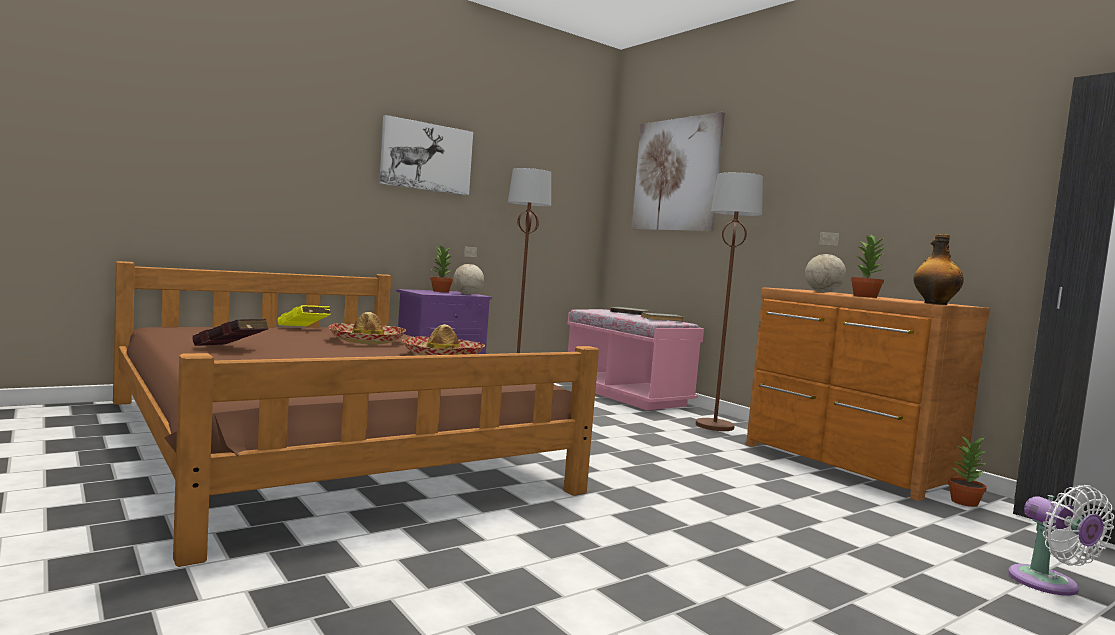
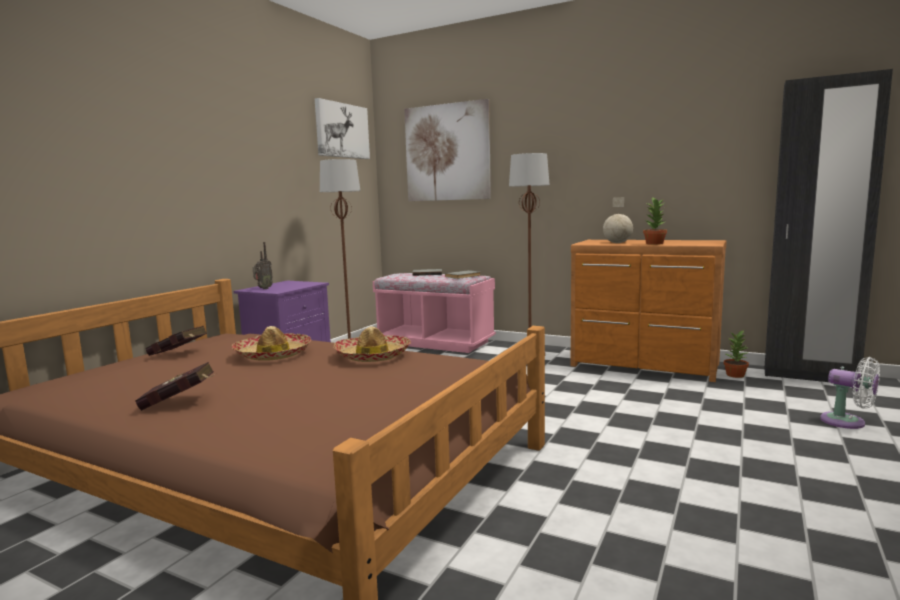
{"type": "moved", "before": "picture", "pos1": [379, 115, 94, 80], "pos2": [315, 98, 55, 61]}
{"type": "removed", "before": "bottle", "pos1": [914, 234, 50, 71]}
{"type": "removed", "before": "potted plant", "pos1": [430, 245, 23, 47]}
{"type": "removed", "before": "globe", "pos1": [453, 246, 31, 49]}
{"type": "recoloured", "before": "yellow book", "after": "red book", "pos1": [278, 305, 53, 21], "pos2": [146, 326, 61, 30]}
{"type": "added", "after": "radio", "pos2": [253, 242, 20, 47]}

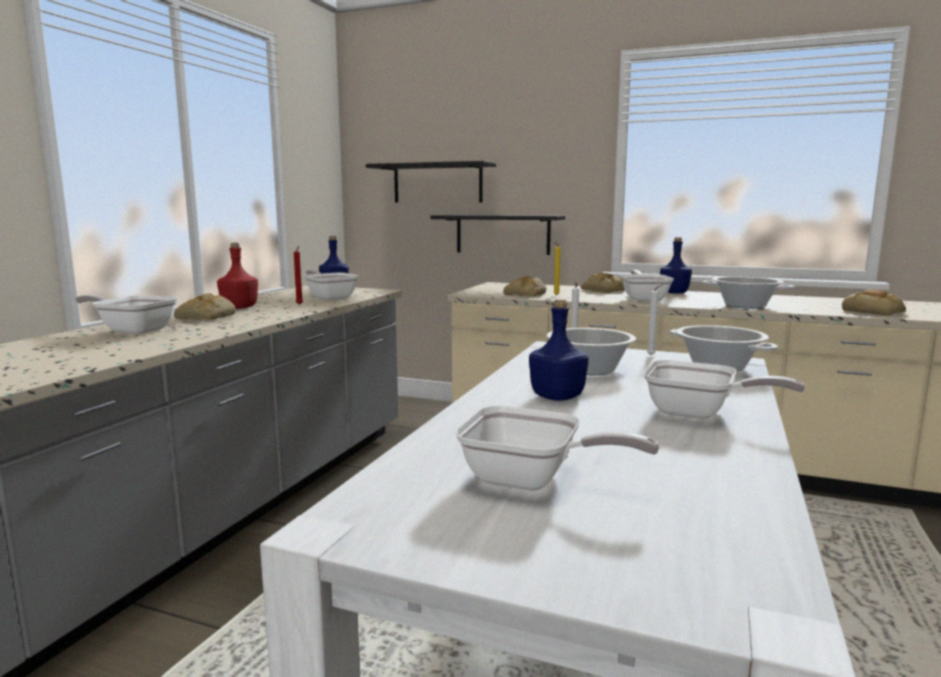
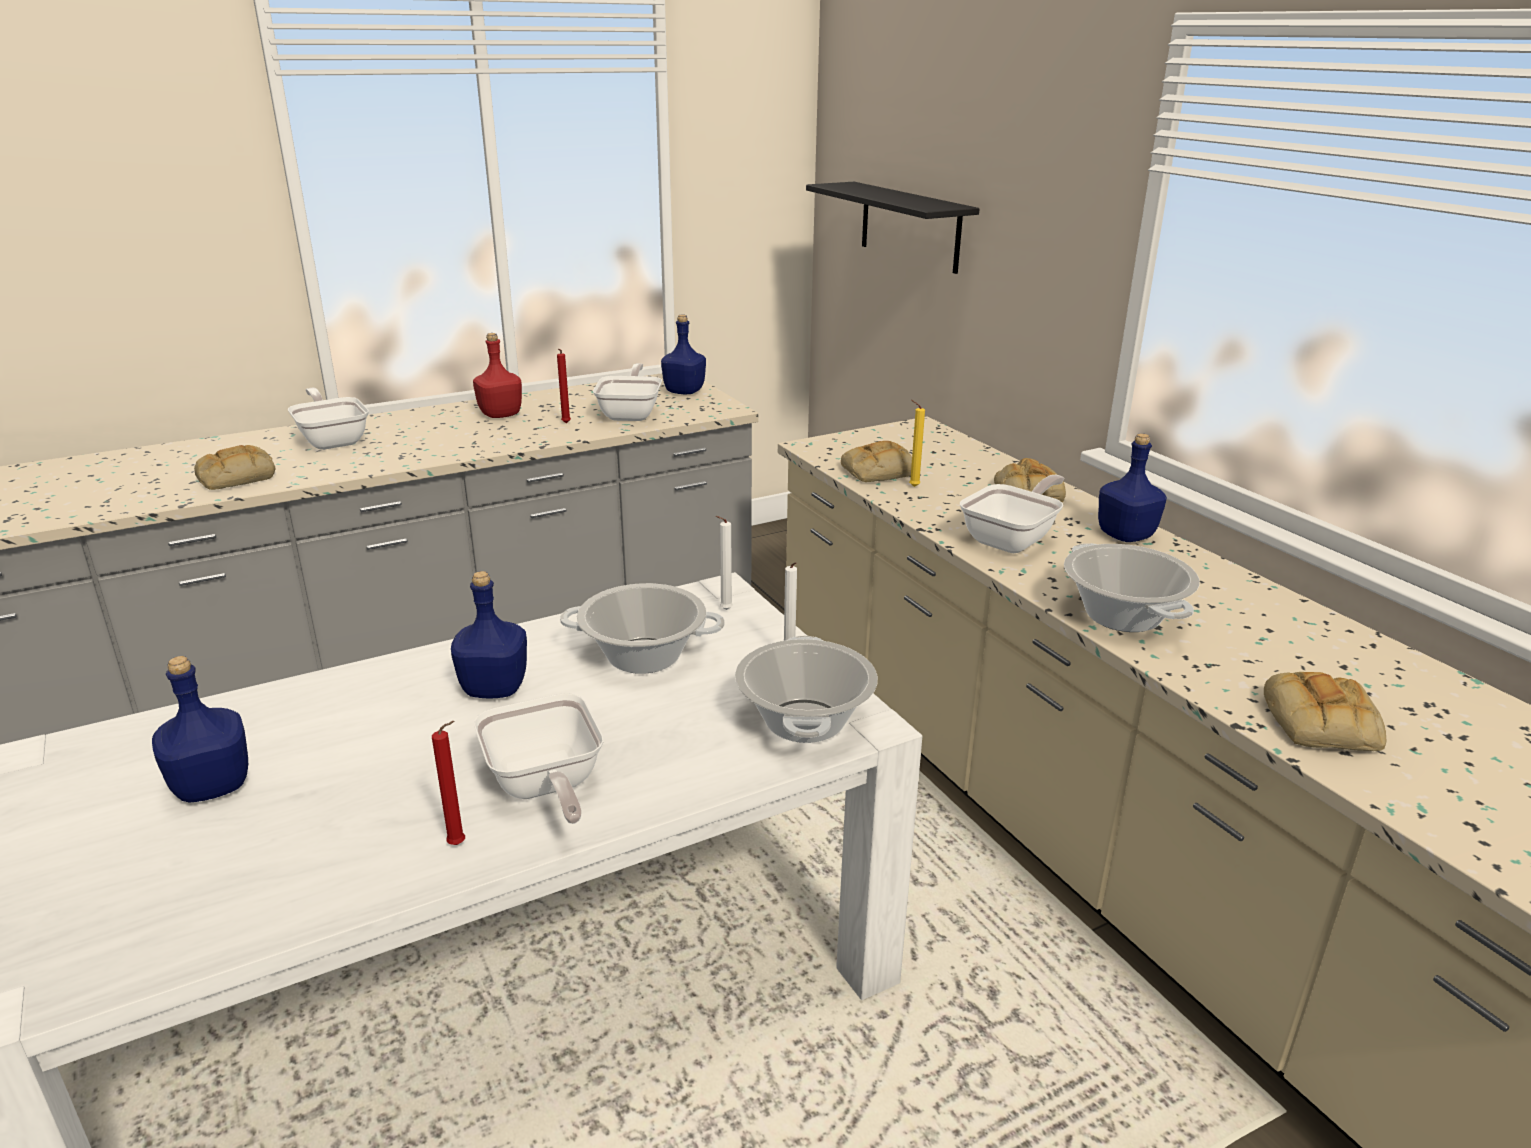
{"type": "removed", "before": "black shelf", "pos1": [431, 215, 134, 40]}
{"type": "moved", "before": "bread", "pos1": [174, 293, 62, 27], "pos2": [194, 445, 81, 45]}
{"type": "replaced", "before": "frying pan", "after": "blue bottle", "pos1": [455, 406, 205, 85], "pos2": [152, 656, 96, 146]}
{"type": "added", "after": "red candle", "pos2": [432, 721, 33, 124]}

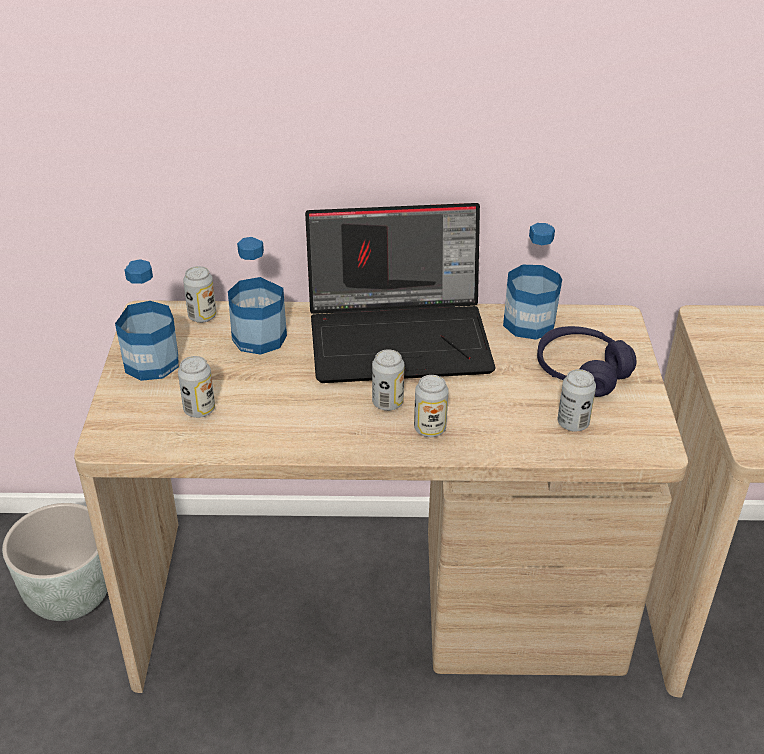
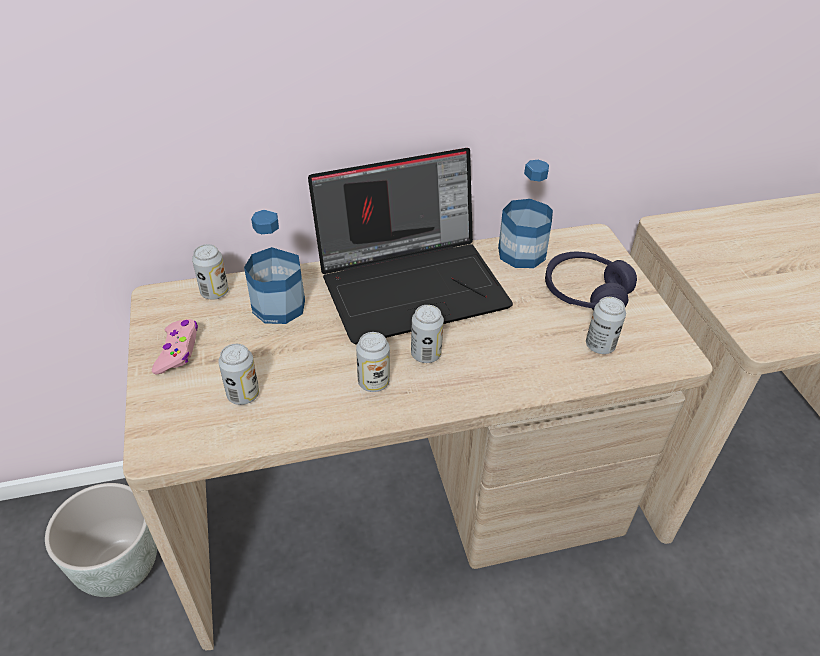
{"type": "replaced", "before": "bottle", "after": "pink game controller", "pos1": [115, 259, 64, 122], "pos2": [152, 319, 46, 55]}
{"type": "moved", "before": "can", "pos1": [414, 375, 35, 62], "pos2": [356, 332, 34, 60]}

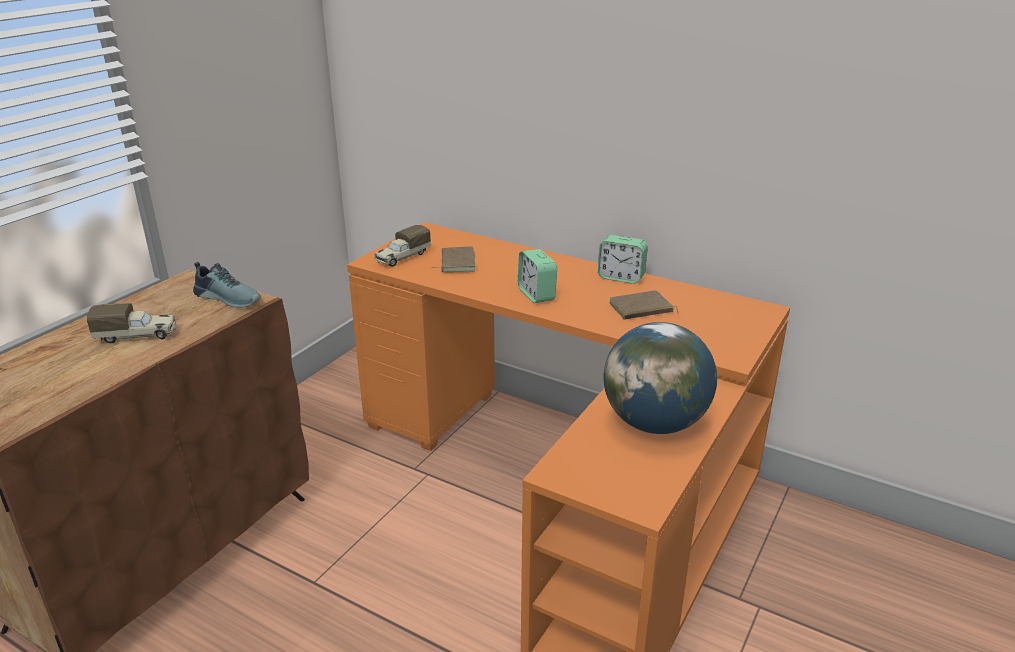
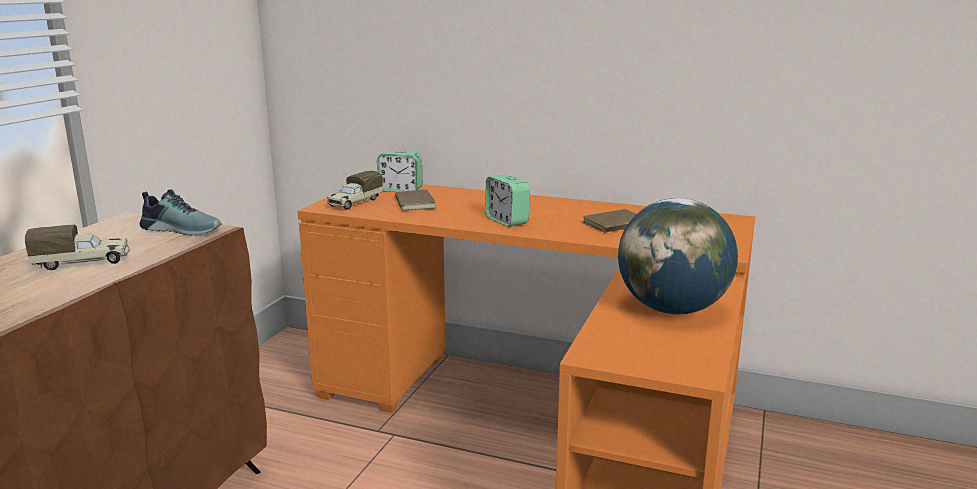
{"type": "moved", "before": "alarm clock", "pos1": [598, 235, 50, 49], "pos2": [377, 151, 45, 41]}

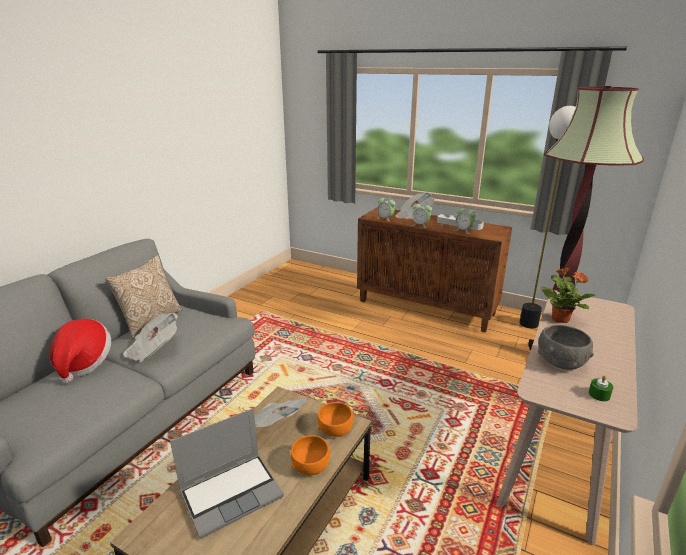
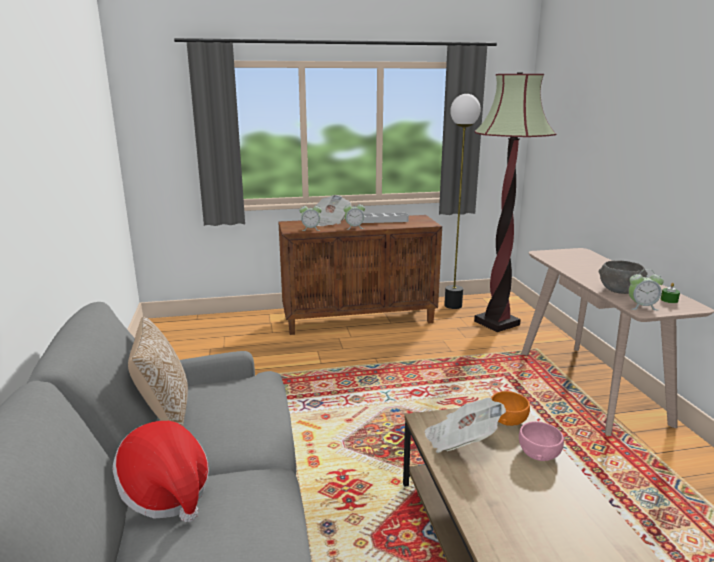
{"type": "moved", "before": "alarm clock", "pos1": [455, 206, 21, 28], "pos2": [629, 269, 35, 41]}
{"type": "removed", "before": "potted plant", "pos1": [541, 267, 54, 56]}
{"type": "removed", "before": "newspaper", "pos1": [123, 313, 55, 49]}
{"type": "removed", "before": "laptop", "pos1": [170, 408, 114, 131]}
{"type": "recoloured", "before": "orange bowl", "after": "pink bowl", "pos1": [291, 435, 39, 40], "pos2": [519, 421, 45, 40]}

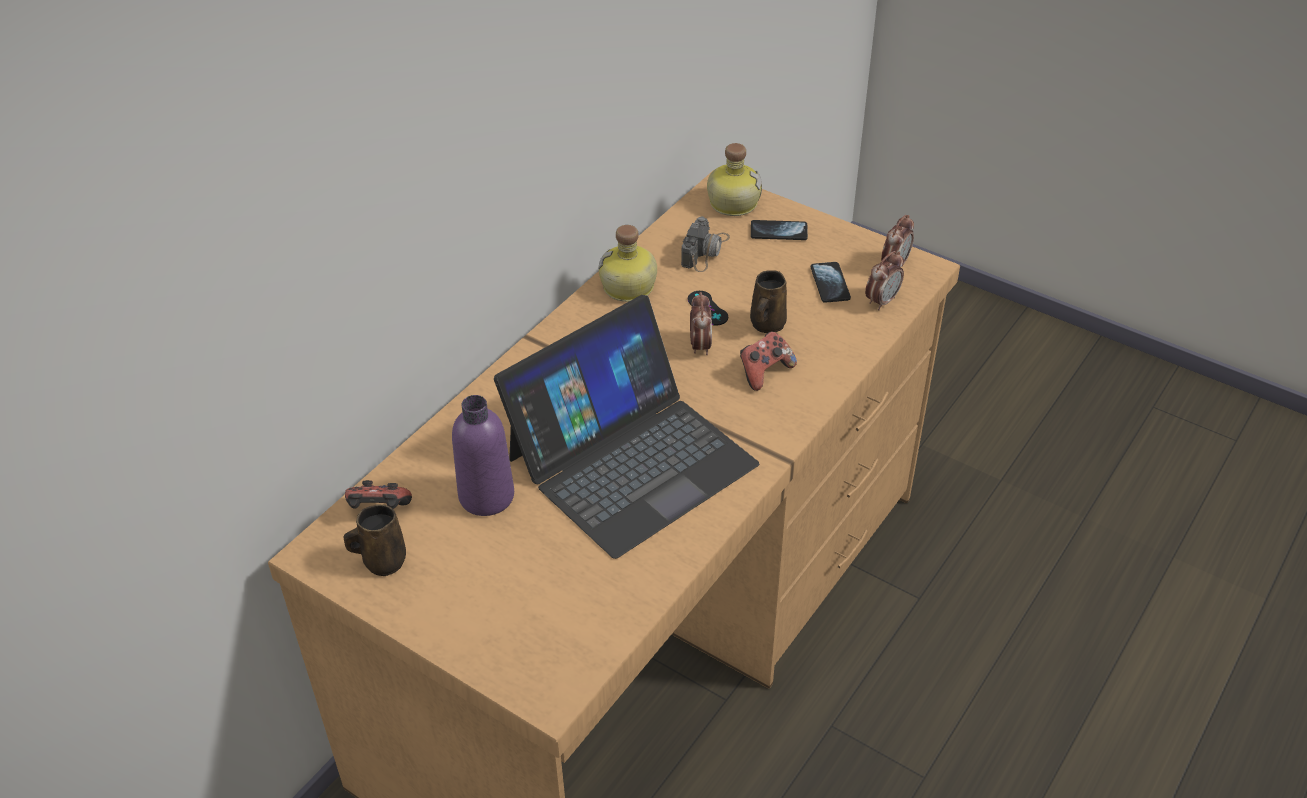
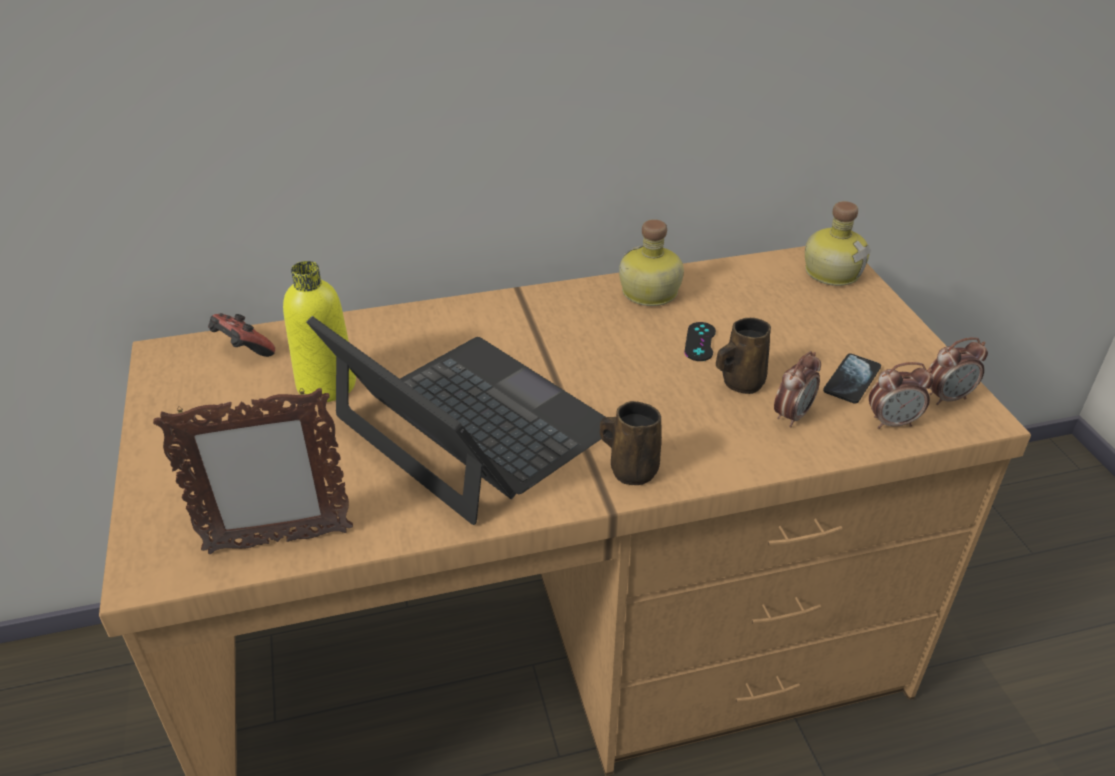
{"type": "removed", "before": "photo camera", "pos1": [681, 217, 49, 55]}
{"type": "removed", "before": "phone", "pos1": [751, 220, 57, 20]}
{"type": "moved", "before": "alarm clock", "pos1": [690, 292, 22, 63], "pos2": [774, 351, 47, 76]}
{"type": "turned", "before": "laptop", "pos1": [494, 295, 265, 264], "pos2": [307, 316, 298, 209], "turn": -135}
{"type": "removed", "before": "game controller", "pos1": [740, 331, 57, 60]}
{"type": "recoloured", "before": "purple bottle", "after": "yellow bottle", "pos1": [452, 395, 62, 121], "pos2": [283, 261, 73, 141]}
{"type": "moved", "before": "brown mug", "pos1": [344, 504, 62, 72], "pos2": [600, 401, 62, 84]}
{"type": "added", "after": "picture frame", "pos2": [153, 388, 200, 166]}

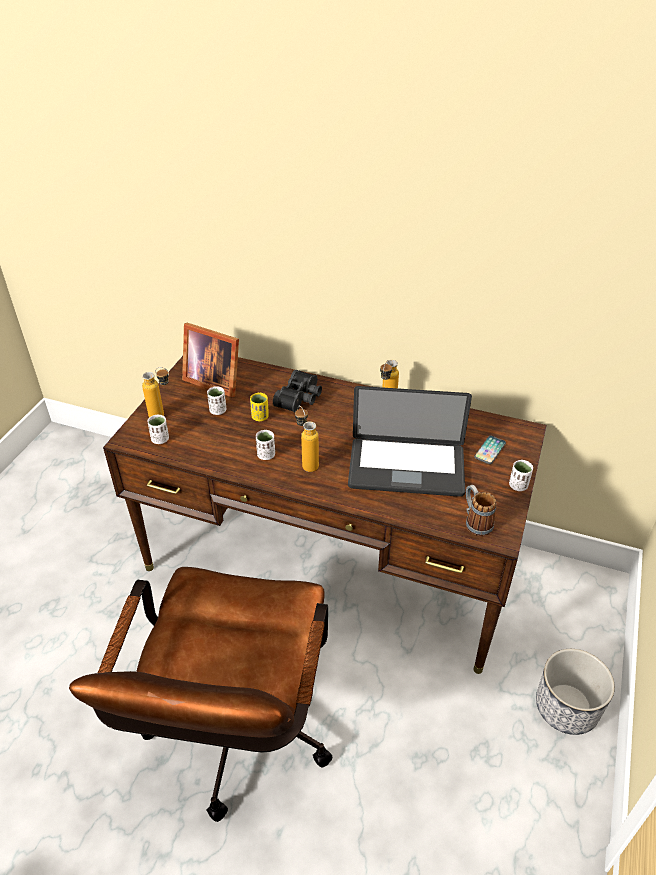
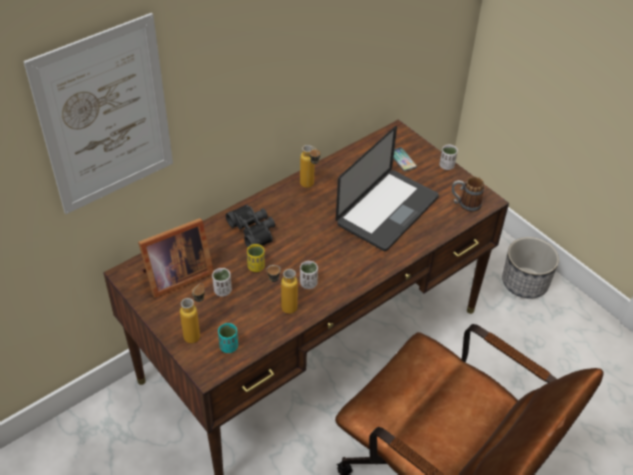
{"type": "moved", "before": "bottle", "pos1": [295, 406, 24, 66], "pos2": [267, 265, 31, 49]}
{"type": "recoloured", "before": "white cup", "after": "turquoise cup", "pos1": [148, 415, 21, 29], "pos2": [218, 323, 20, 30]}
{"type": "added", "after": "picture", "pos2": [23, 13, 150, 201]}

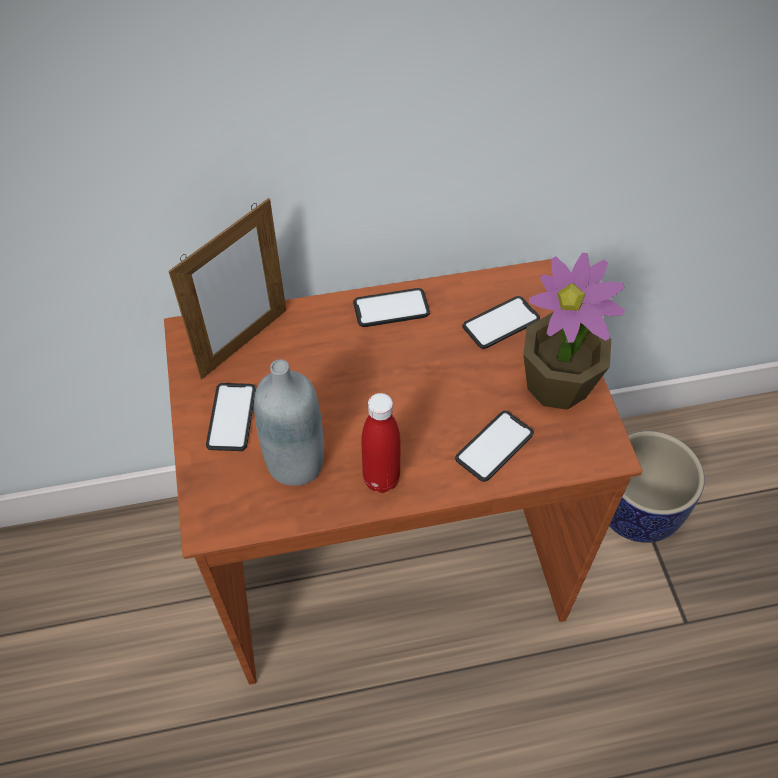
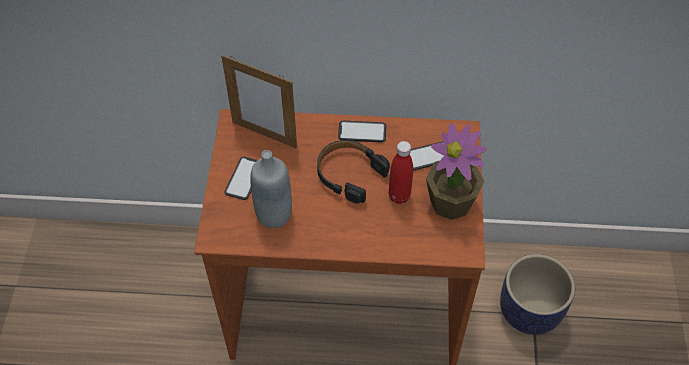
{"type": "turned", "before": "picture frame", "pos1": [169, 198, 117, 181], "pos2": [221, 55, 76, 94], "turn": 60}
{"type": "moved", "before": "red bottle", "pos1": [361, 393, 39, 100], "pos2": [389, 141, 24, 63]}
{"type": "removed", "before": "phone", "pos1": [455, 411, 79, 71]}
{"type": "added", "after": "black headphones", "pos2": [317, 140, 73, 64]}

